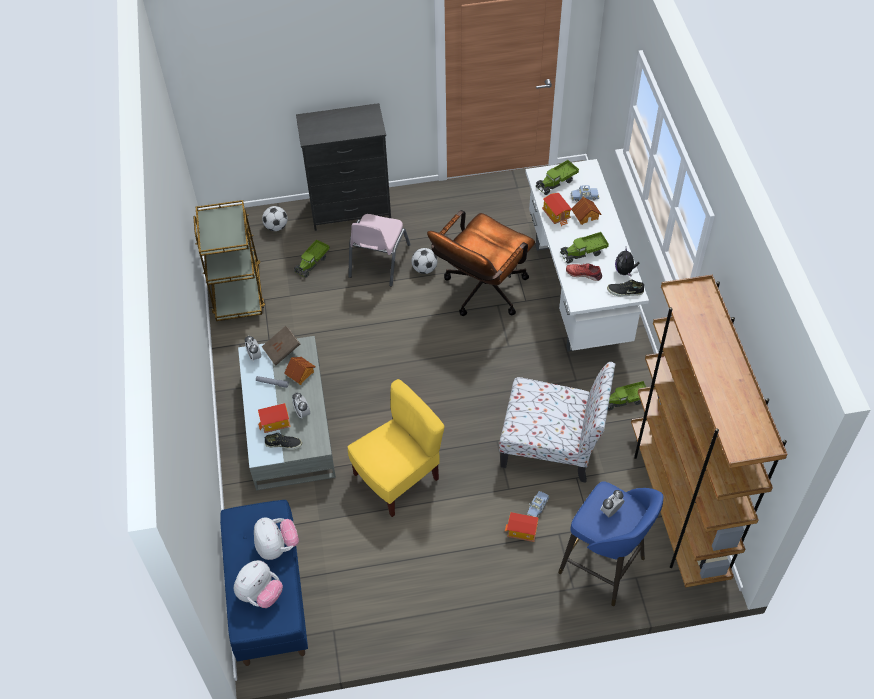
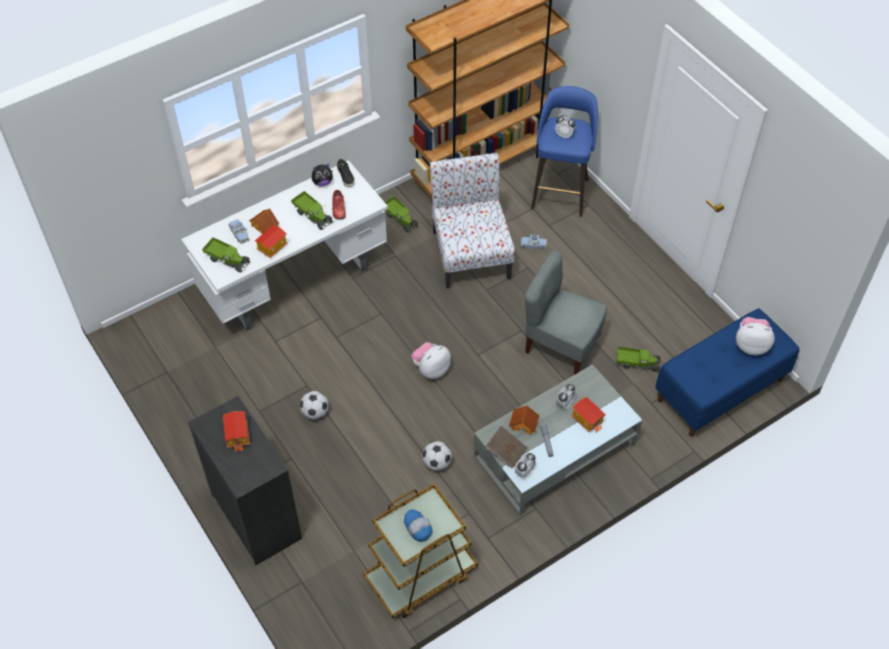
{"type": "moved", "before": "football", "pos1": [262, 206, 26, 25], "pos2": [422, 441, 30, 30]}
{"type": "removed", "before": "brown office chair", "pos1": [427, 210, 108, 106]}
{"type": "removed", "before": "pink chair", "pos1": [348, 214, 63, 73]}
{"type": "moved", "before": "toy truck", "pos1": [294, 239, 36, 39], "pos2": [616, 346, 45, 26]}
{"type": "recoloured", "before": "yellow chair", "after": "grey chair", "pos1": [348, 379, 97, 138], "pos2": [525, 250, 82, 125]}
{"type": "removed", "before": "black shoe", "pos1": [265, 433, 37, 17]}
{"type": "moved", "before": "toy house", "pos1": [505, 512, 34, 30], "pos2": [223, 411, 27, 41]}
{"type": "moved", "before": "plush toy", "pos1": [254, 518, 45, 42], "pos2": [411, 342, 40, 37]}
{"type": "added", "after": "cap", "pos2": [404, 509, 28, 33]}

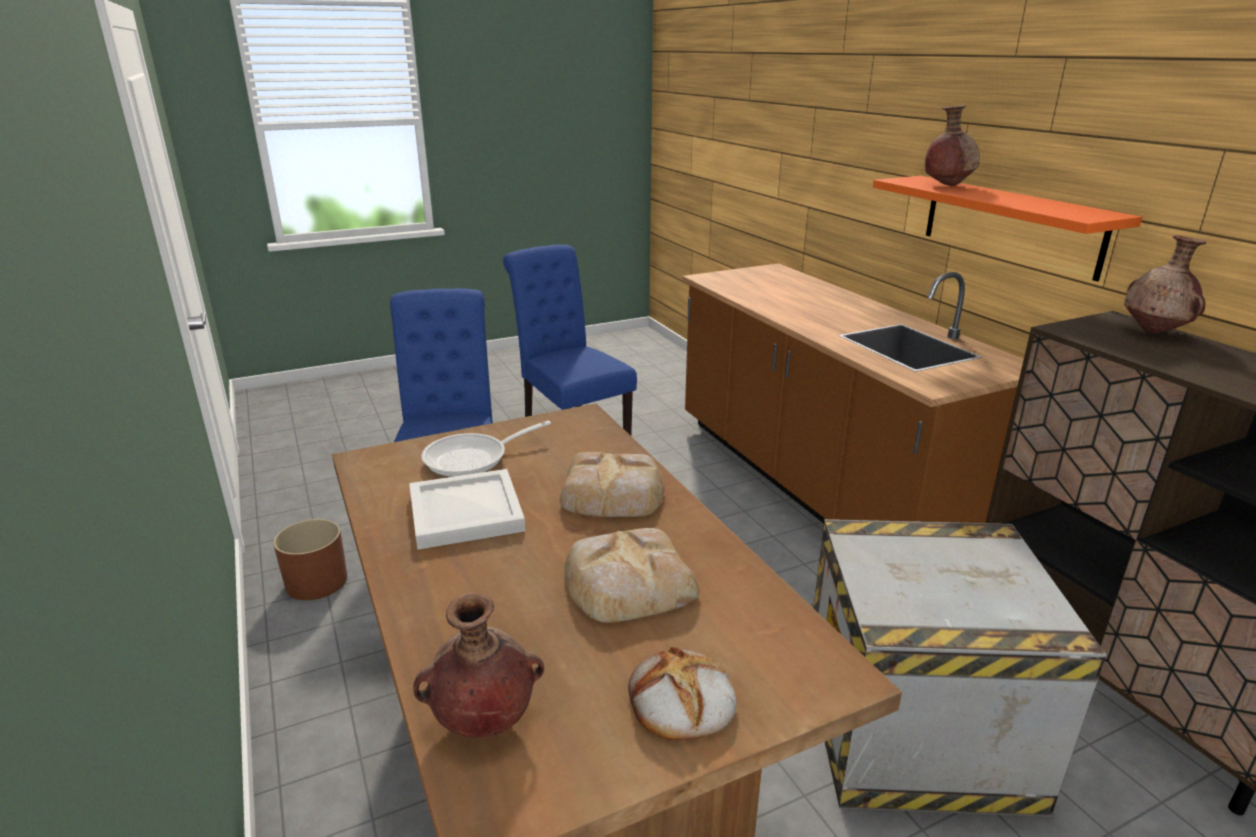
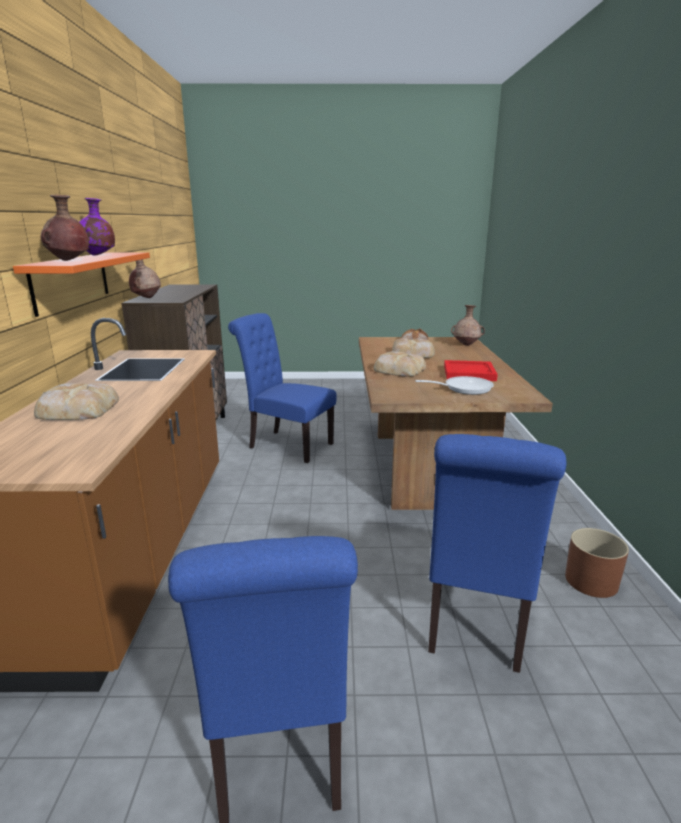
{"type": "recoloured", "before": "white tray", "after": "red tray", "pos1": [409, 469, 116, 81], "pos2": [444, 360, 54, 21]}
{"type": "replaced", "before": "crate", "after": "blue chair", "pos1": [813, 519, 293, 298], "pos2": [228, 313, 109, 150]}
{"type": "added", "after": "purple vase", "pos2": [80, 198, 35, 58]}
{"type": "added", "after": "bread", "pos2": [34, 383, 85, 37]}

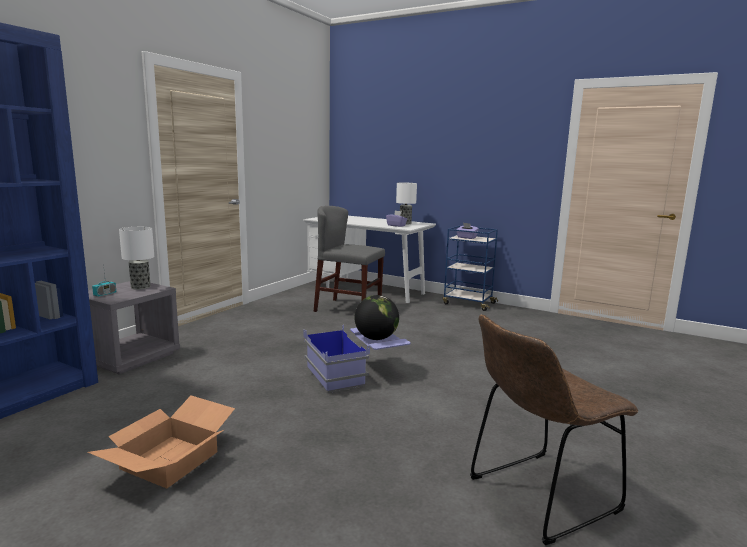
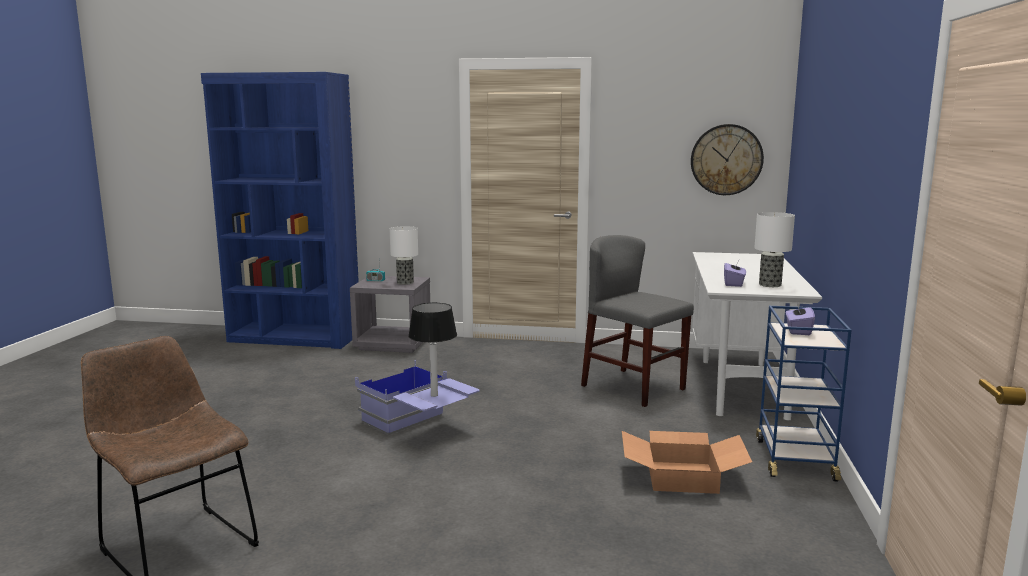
{"type": "turned", "before": "grey chair", "pos1": [314, 206, 71, 106], "pos2": [581, 235, 113, 172], "turn": -45}
{"type": "replaced", "before": "globe", "after": "table lamp", "pos1": [354, 295, 45, 45], "pos2": [408, 303, 49, 94]}
{"type": "moved", "before": "cardboard box", "pos1": [87, 395, 148, 94], "pos2": [622, 431, 130, 63]}
{"type": "added", "after": "wall clock", "pos2": [691, 124, 73, 71]}

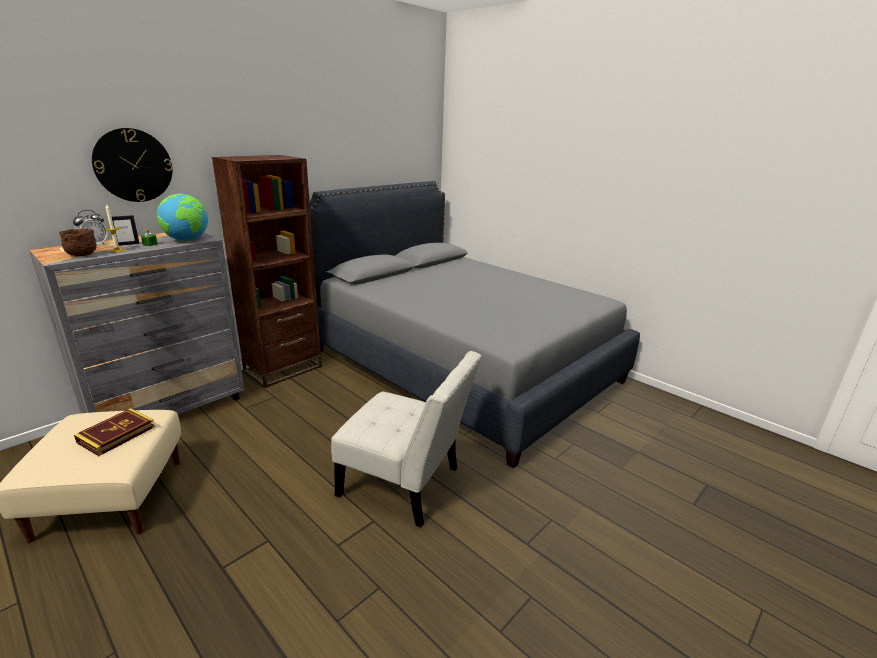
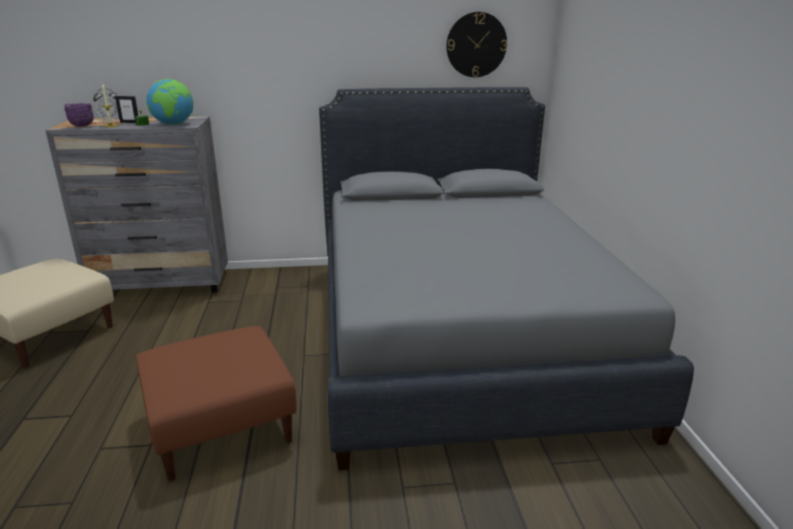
{"type": "moved", "before": "wall clock", "pos1": [92, 128, 81, 74], "pos2": [446, 12, 61, 65]}
{"type": "removed", "before": "brown bookcase", "pos1": [212, 155, 110, 233]}
{"type": "recoloured", "before": "brown bowl", "after": "purple bowl", "pos1": [59, 228, 37, 28], "pos2": [64, 103, 30, 24]}
{"type": "replaced", "before": "white chair", "after": "brown ottoman", "pos1": [331, 351, 150, 176], "pos2": [136, 326, 161, 155]}
{"type": "removed", "before": "book", "pos1": [74, 408, 81, 48]}

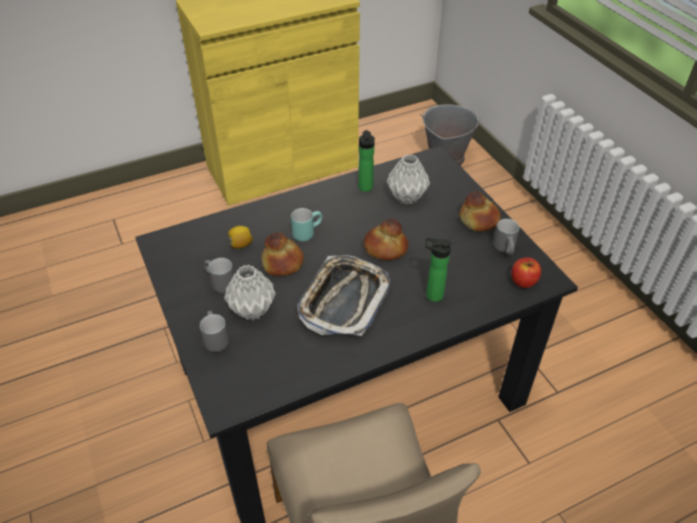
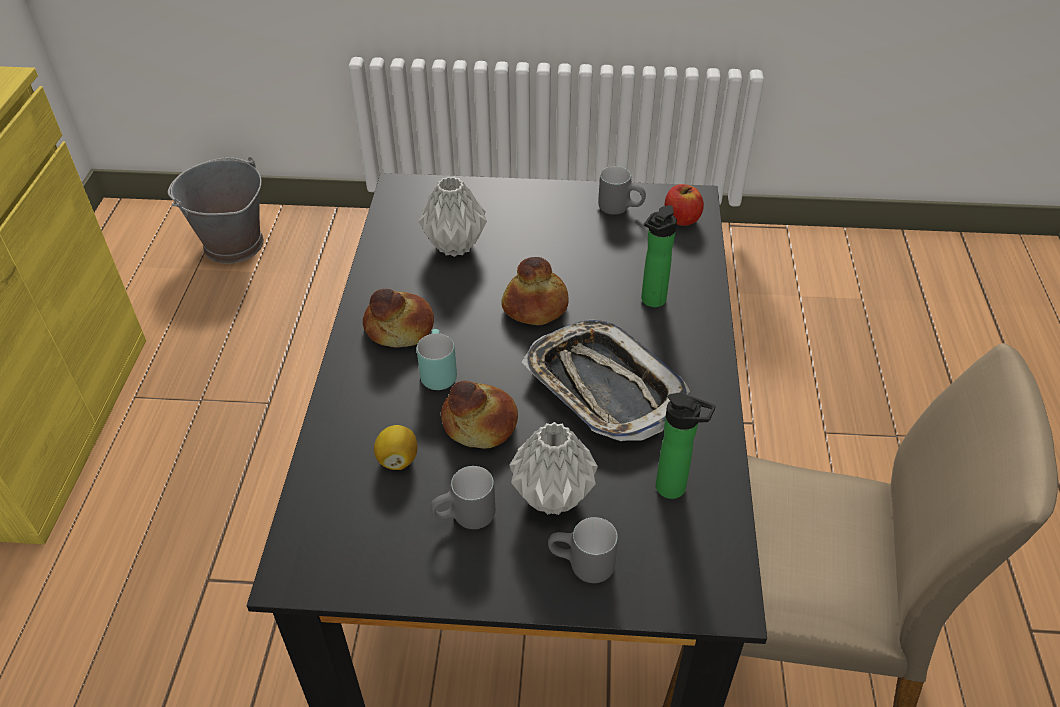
{"type": "moved", "before": "bottle", "pos1": [358, 130, 17, 62], "pos2": [656, 393, 60, 106]}
{"type": "moved", "before": "bread", "pos1": [459, 191, 42, 40], "pos2": [363, 289, 71, 58]}

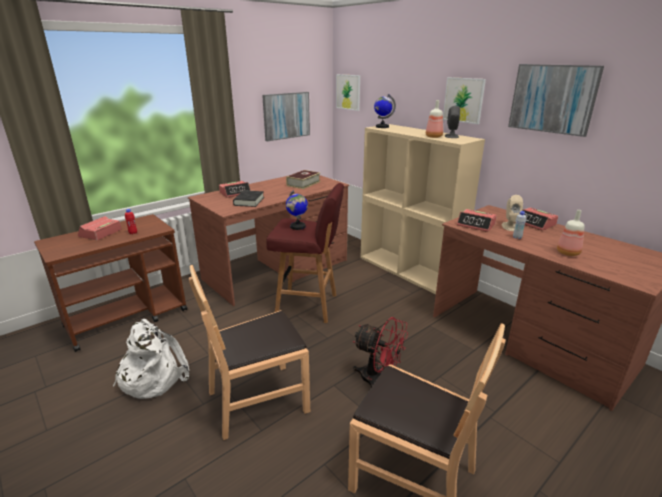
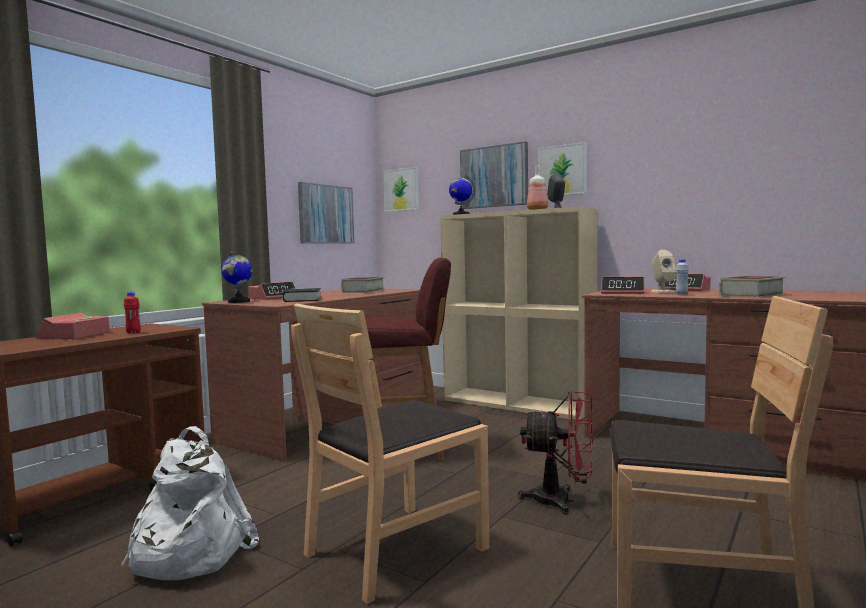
{"type": "moved", "before": "picture", "pos1": [508, 64, 96, 73], "pos2": [460, 141, 68, 68]}
{"type": "moved", "before": "globe", "pos1": [286, 190, 22, 40], "pos2": [221, 251, 32, 52]}
{"type": "replaced", "before": "bottle", "after": "book", "pos1": [557, 210, 28, 46], "pos2": [719, 276, 67, 22]}

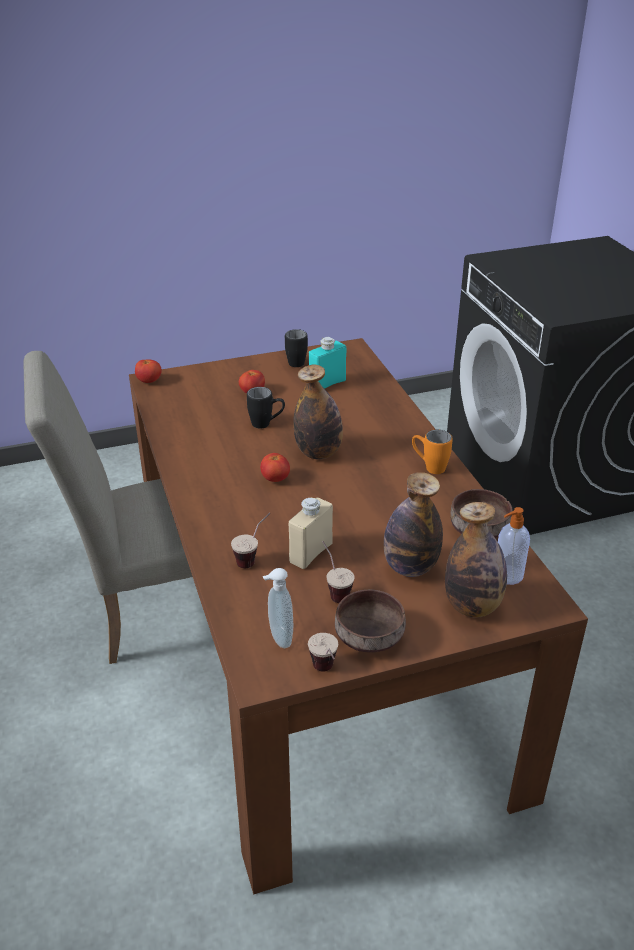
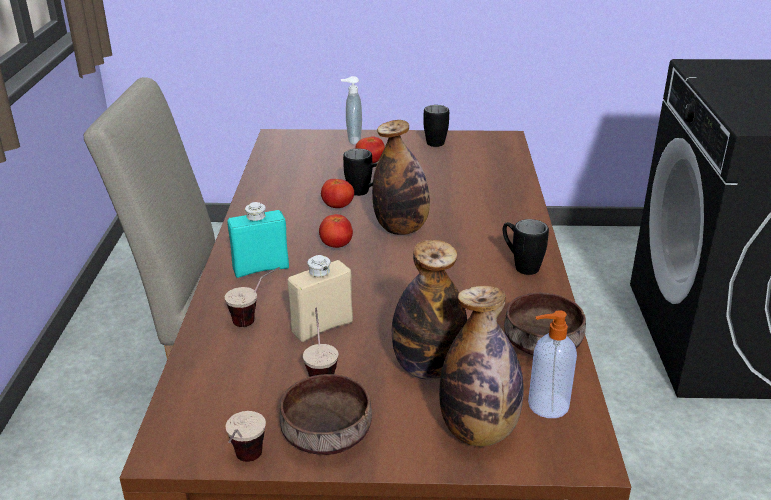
{"type": "moved", "before": "turquoise bottle", "pos1": [309, 337, 37, 52], "pos2": [228, 202, 61, 76]}
{"type": "moved", "before": "tomato", "pos1": [135, 359, 27, 24], "pos2": [321, 179, 33, 29]}
{"type": "recoloured", "before": "orange mug", "after": "black mug", "pos1": [412, 430, 41, 44], "pos2": [503, 219, 46, 56]}
{"type": "moved", "before": "soap dispenser", "pos1": [263, 568, 30, 80], "pos2": [341, 76, 21, 68]}

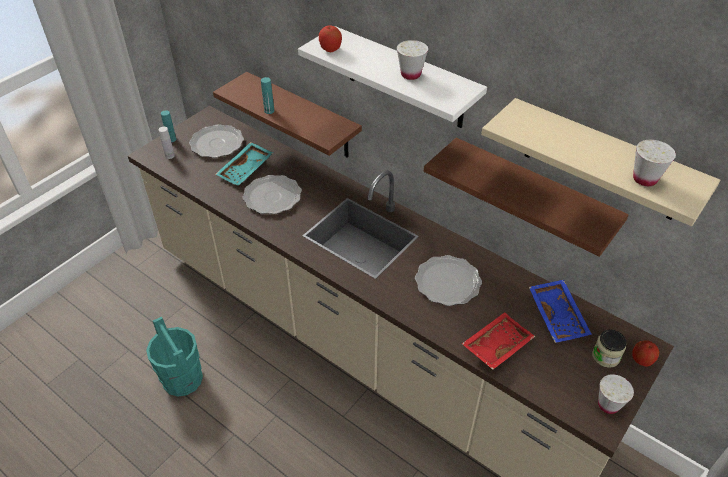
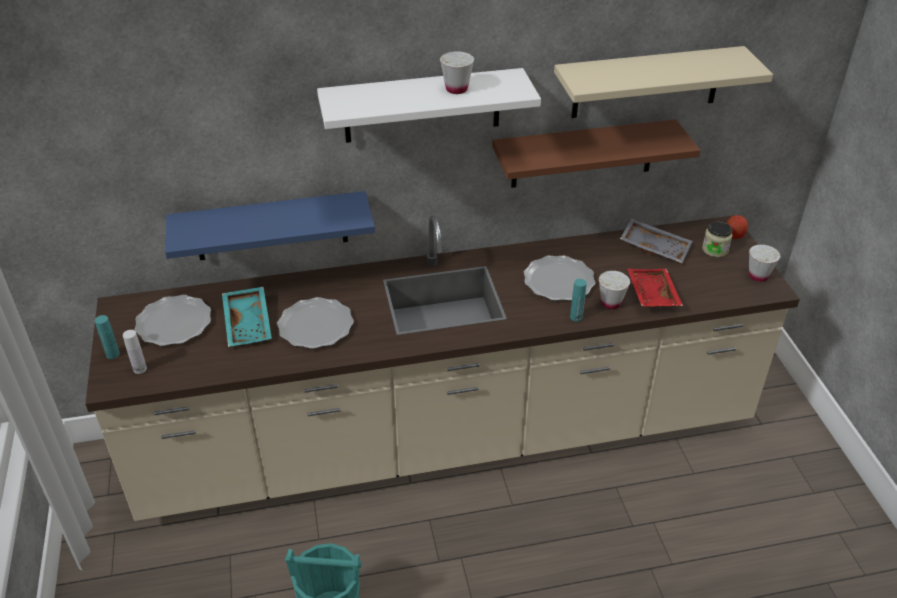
{"type": "removed", "before": "apple", "pos1": [319, 26, 23, 26]}
{"type": "recoloured", "before": "brown shelf", "after": "blue shelf", "pos1": [213, 72, 149, 86], "pos2": [165, 191, 210, 69]}
{"type": "moved", "before": "turquoise bottle", "pos1": [261, 77, 13, 37], "pos2": [570, 279, 17, 42]}
{"type": "moved", "before": "white cup", "pos1": [633, 140, 43, 46], "pos2": [599, 271, 31, 38]}
{"type": "recoloured", "before": "blue tray", "after": "grey tray", "pos1": [529, 280, 63, 63], "pos2": [620, 218, 73, 45]}

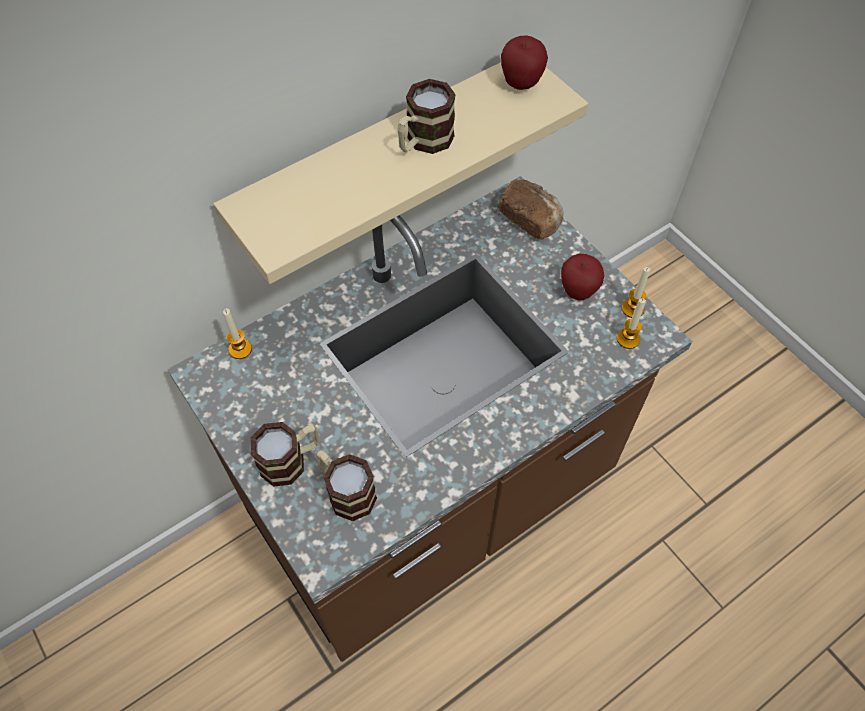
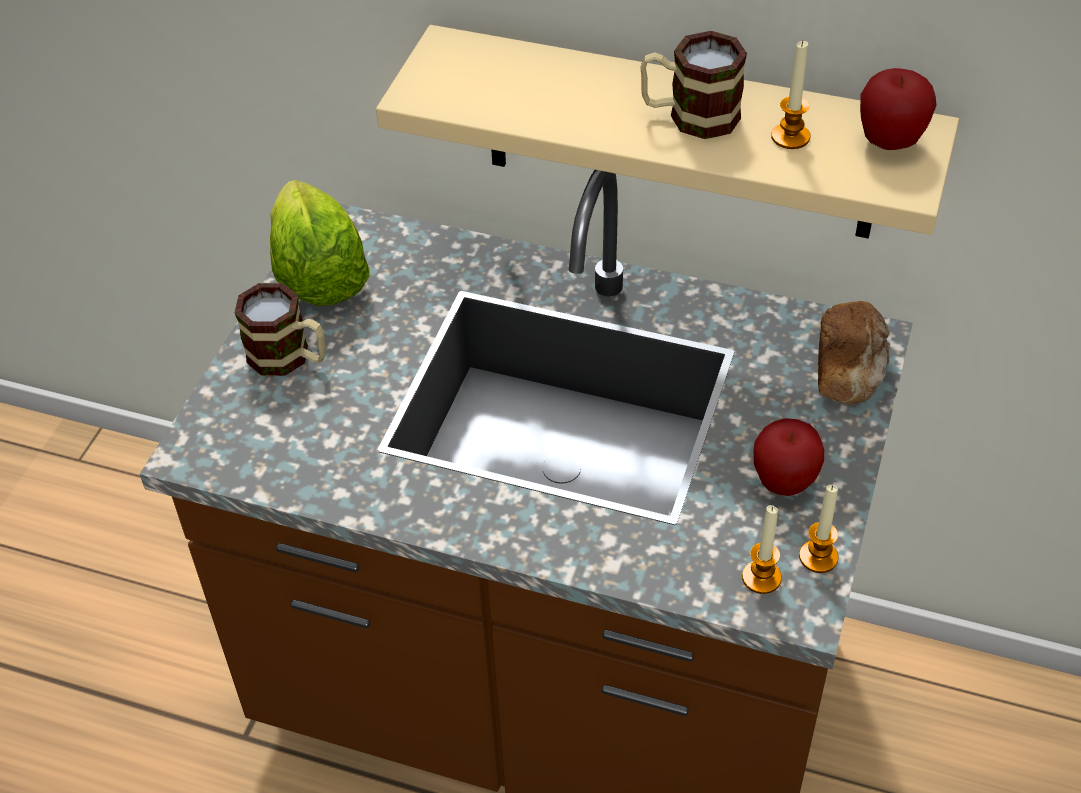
{"type": "moved", "before": "candle", "pos1": [223, 309, 29, 50], "pos2": [771, 41, 39, 108]}
{"type": "removed", "before": "mug", "pos1": [316, 450, 61, 71]}
{"type": "added", "after": "lettuce", "pos2": [270, 180, 99, 126]}

